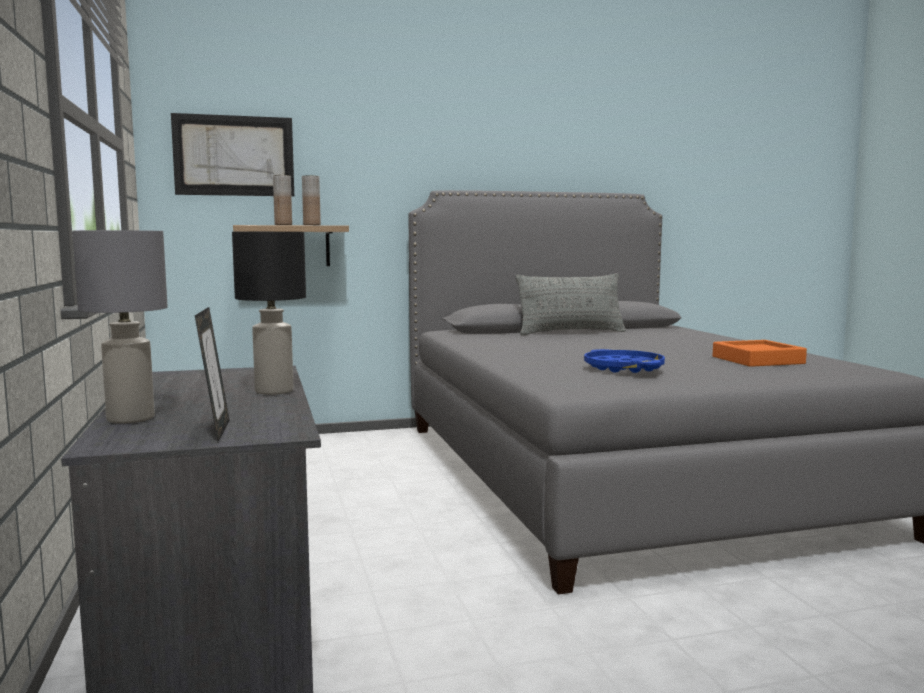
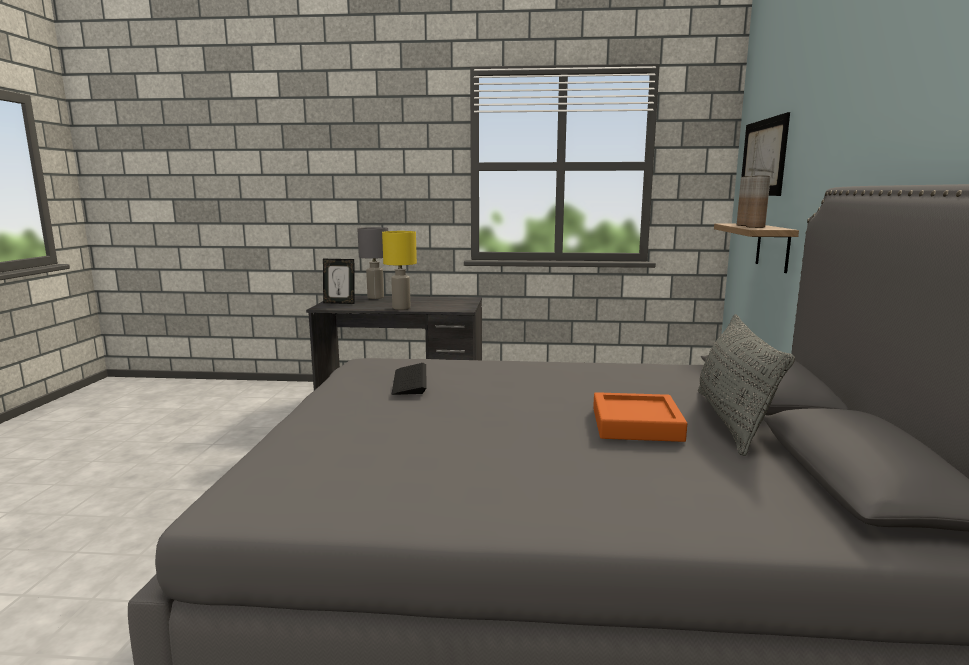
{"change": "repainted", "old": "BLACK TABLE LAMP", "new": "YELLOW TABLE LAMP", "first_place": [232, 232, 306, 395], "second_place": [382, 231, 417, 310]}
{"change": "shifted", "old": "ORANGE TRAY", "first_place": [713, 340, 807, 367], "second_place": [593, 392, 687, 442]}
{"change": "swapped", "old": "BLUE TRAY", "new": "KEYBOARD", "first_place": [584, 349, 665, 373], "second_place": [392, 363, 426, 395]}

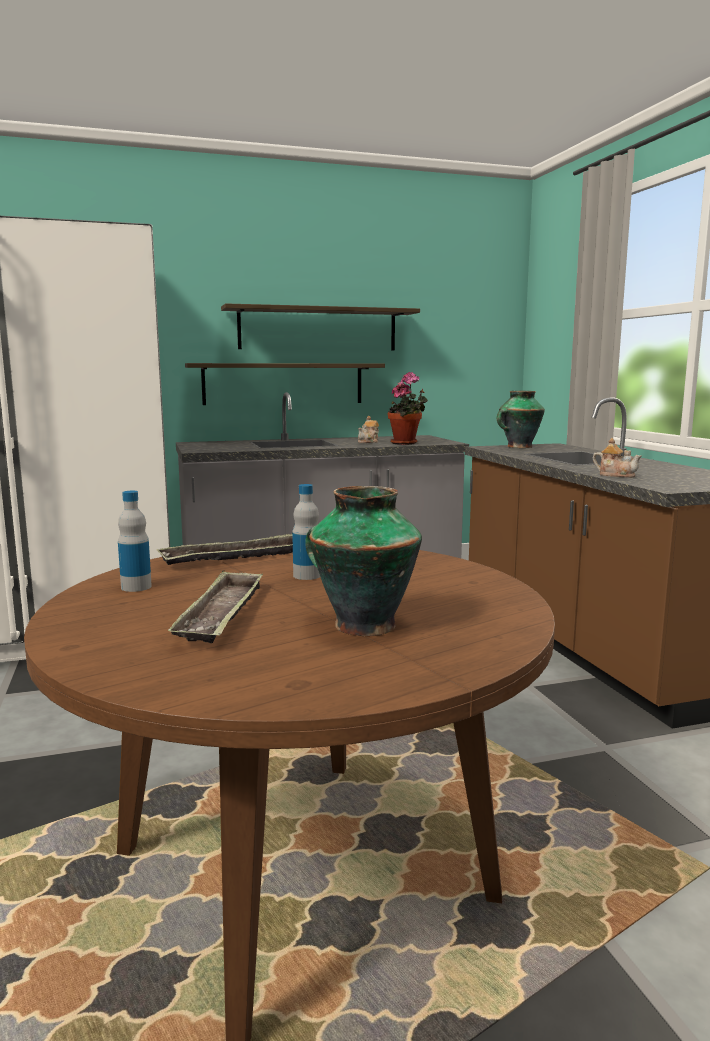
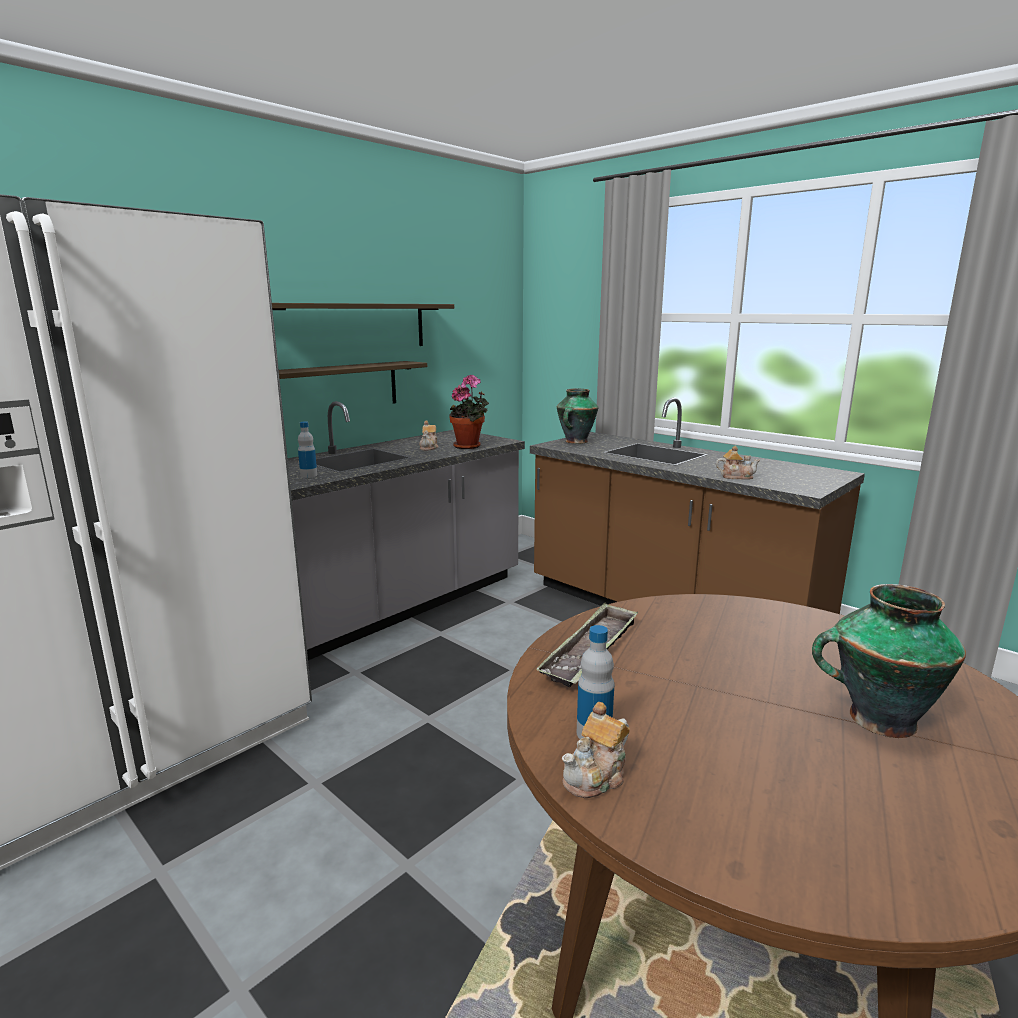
{"change": "shifted", "old": "BOTTLE", "first_place": [292, 484, 320, 580], "second_place": [298, 422, 317, 478]}
{"change": "gone", "old": "TRAY", "first_place": [167, 570, 263, 643]}
{"change": "new", "new": "TEAPOT", "second_place": [562, 702, 630, 798]}

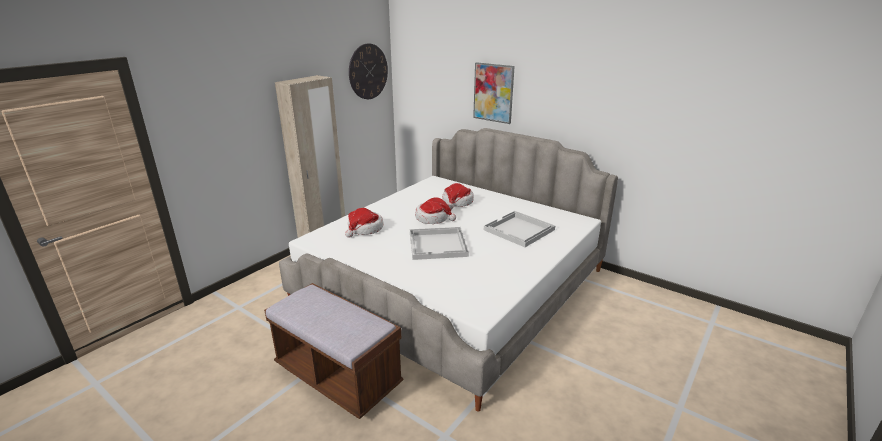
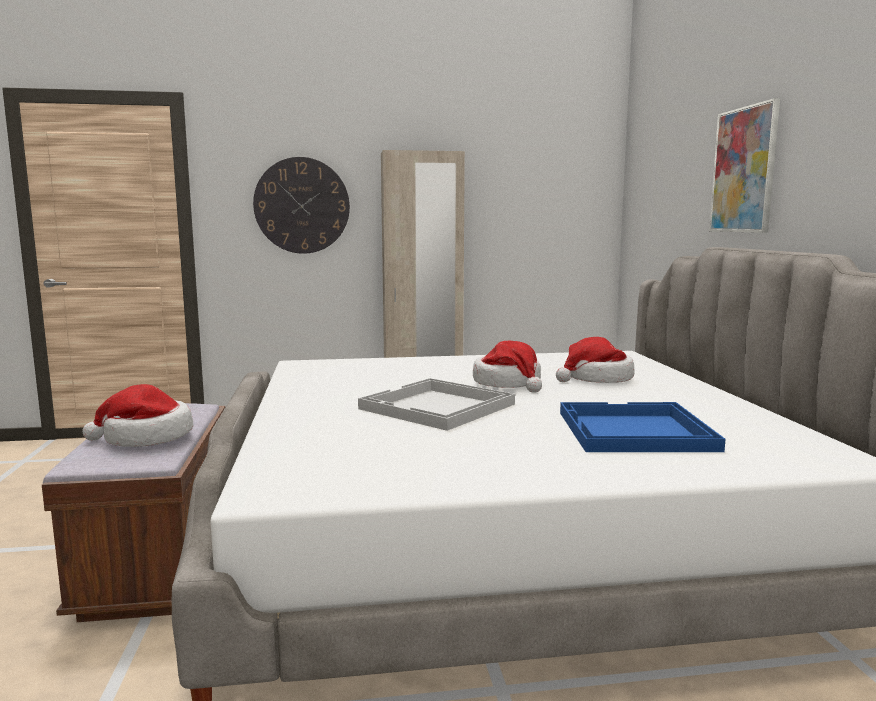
{"change": "shifted", "old": "WALL CLOCK", "first_place": [349, 44, 388, 99], "second_place": [253, 157, 350, 254]}
{"change": "shifted", "old": "HAT", "first_place": [345, 208, 383, 238], "second_place": [82, 384, 194, 447]}
{"change": "repainted", "old": "WHITE TRAY", "new": "BLUE TRAY", "first_place": [484, 211, 555, 247], "second_place": [560, 402, 726, 452]}

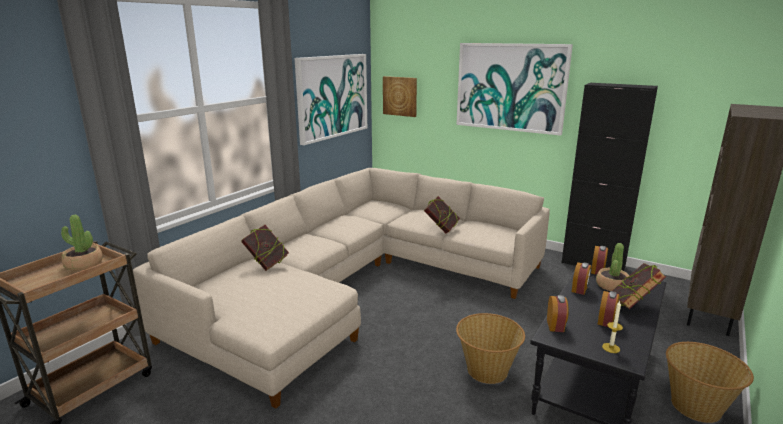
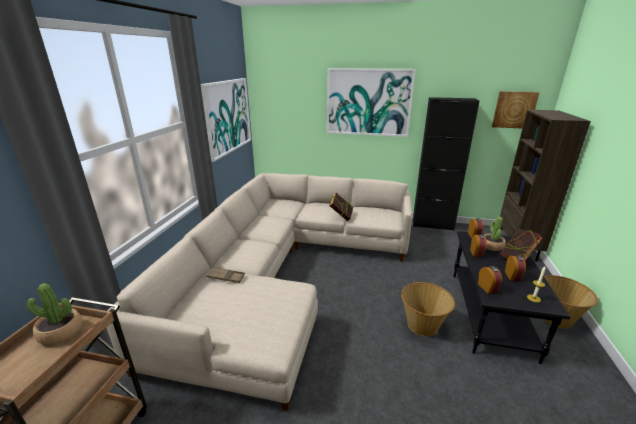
{"change": "shifted", "old": "PICTURE", "first_place": [383, 76, 417, 117], "second_place": [492, 91, 540, 128]}
{"change": "swapped", "old": "BOOK", "new": "BROWN TRAY", "first_place": [241, 225, 289, 271], "second_place": [206, 267, 245, 283]}

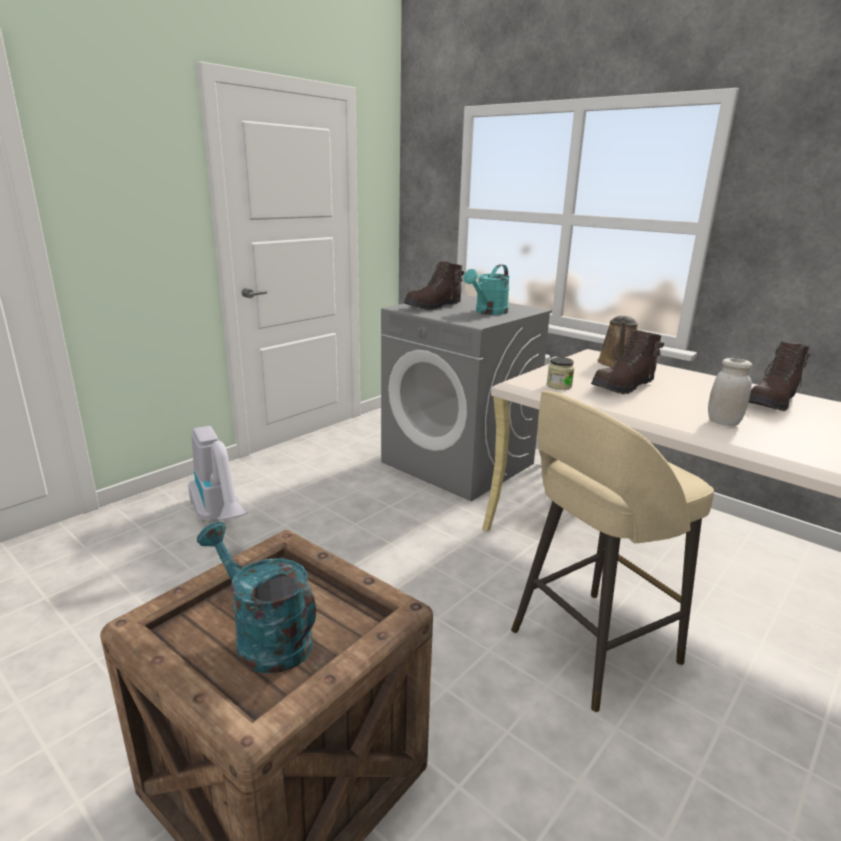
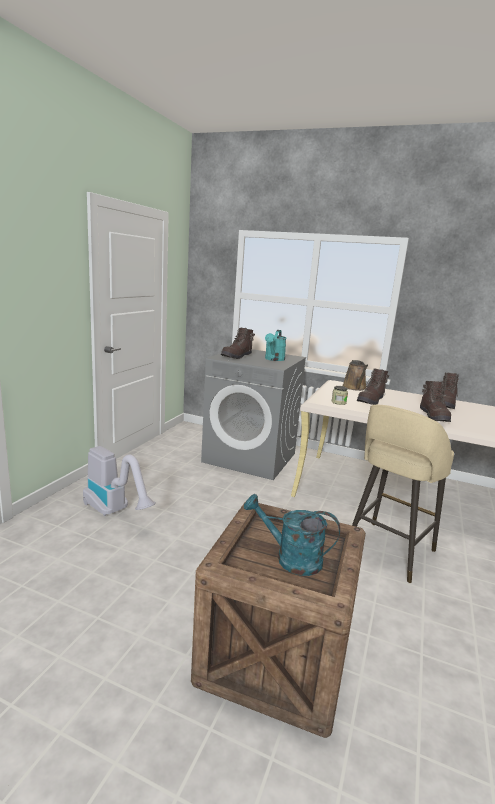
{"change": "swapped", "old": "WHITE JAR", "new": "BROWN BOOT", "first_place": [708, 358, 752, 426], "second_place": [420, 381, 451, 422]}

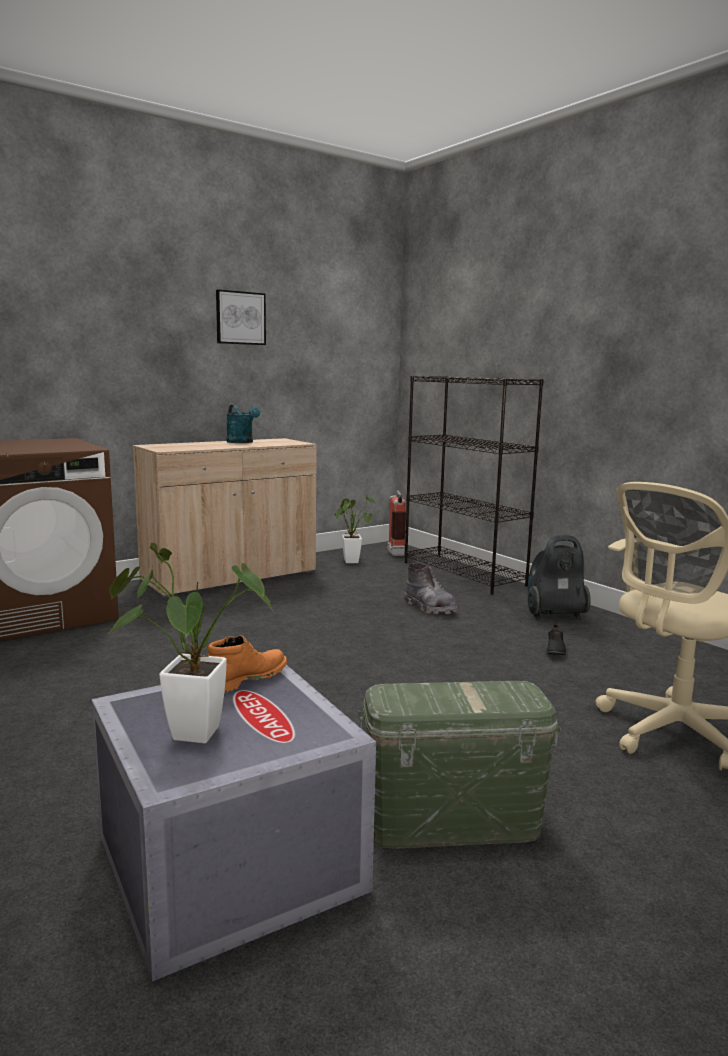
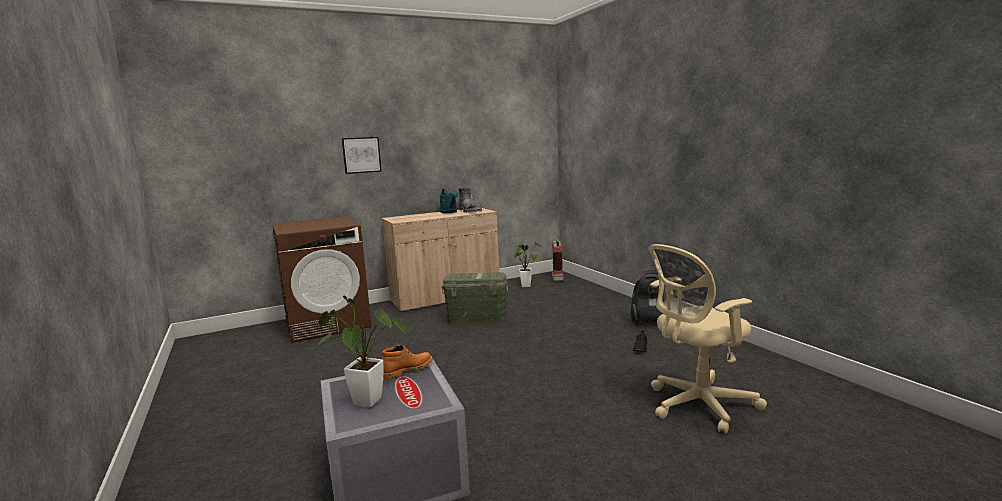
{"change": "shifted", "old": "PICTURE", "first_place": [216, 290, 266, 345], "second_place": [342, 137, 382, 174]}
{"change": "gone", "old": "BLACK BOOKCASE", "first_place": [404, 376, 544, 595]}
{"change": "shifted", "old": "GREY BOOT", "first_place": [404, 563, 457, 614], "second_place": [459, 188, 482, 213]}
{"change": "shifted", "old": "GREEN STORAGE BOX", "first_place": [358, 681, 561, 849], "second_place": [441, 272, 508, 325]}

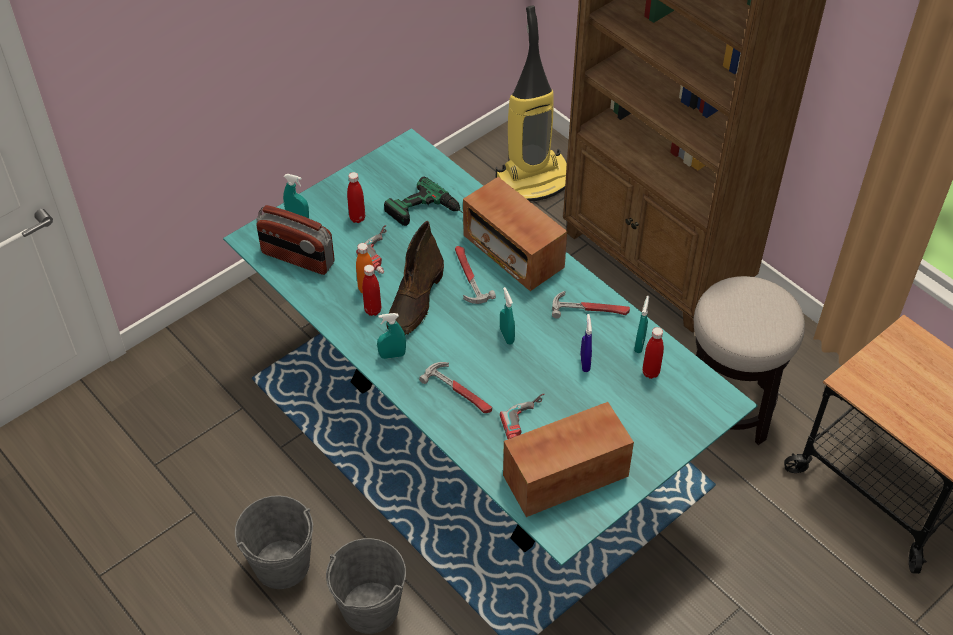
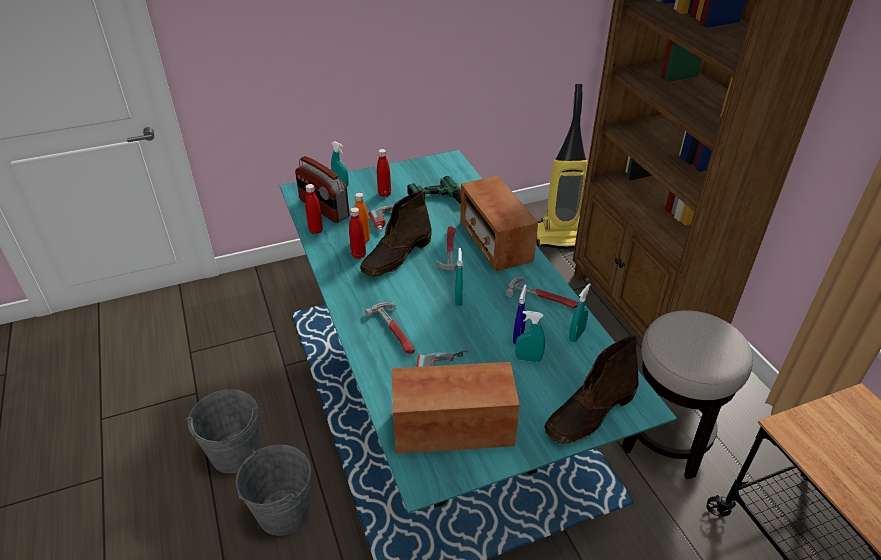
{"change": "shifted", "old": "TURQUOISE SPRAY BOTTLE", "first_place": [377, 313, 406, 359], "second_place": [515, 311, 545, 362]}
{"change": "shifted", "old": "RED BOTTLE", "first_place": [642, 327, 664, 379], "second_place": [305, 184, 323, 234]}
{"change": "new", "new": "BROWN BOOT", "second_place": [545, 335, 638, 444]}

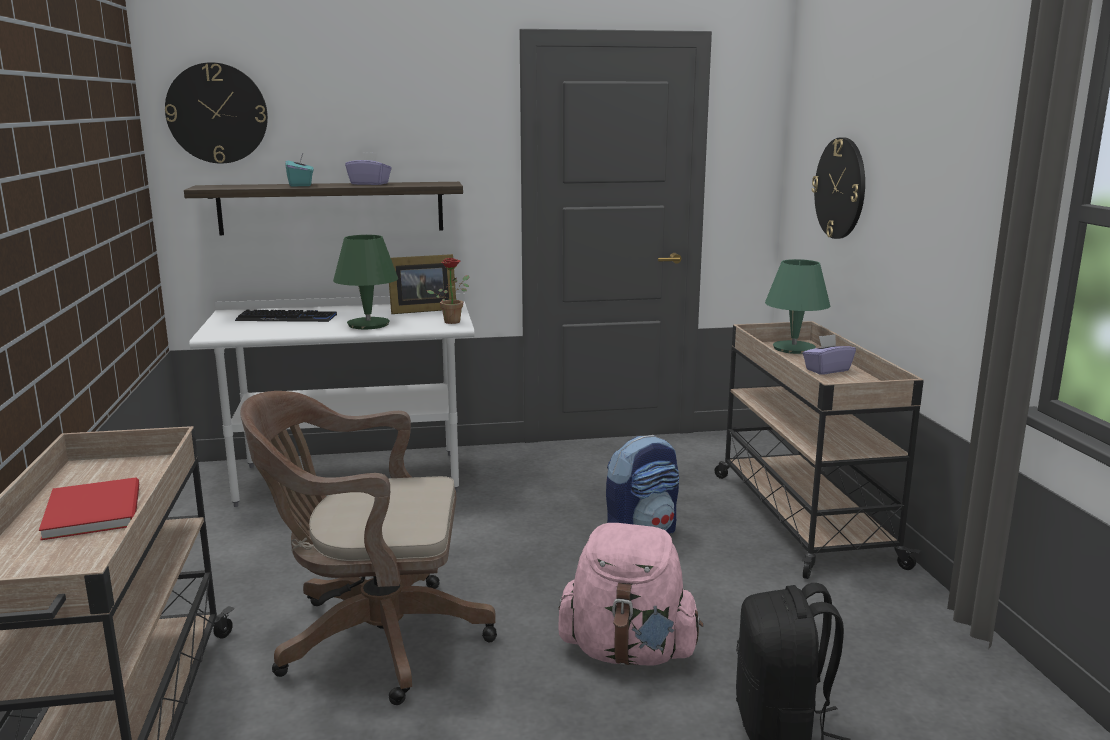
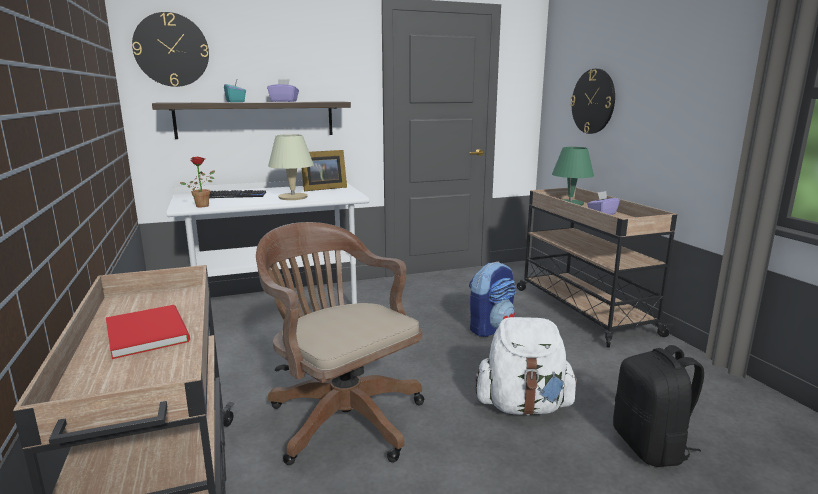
{"change": "repainted", "old": "GREEN TABLE LAMP", "new": "BEIGE TABLE LAMP", "first_place": [333, 235, 398, 329], "second_place": [268, 134, 314, 200]}
{"change": "shifted", "old": "POTTED PLANT", "first_place": [427, 258, 469, 324], "second_place": [180, 156, 215, 207]}
{"change": "rotated", "old": "BROWN OFFICE CHAIR", "first_place": [240, 391, 497, 705], "second_place": [256, 222, 424, 465], "degrees": 60}
{"change": "repainted", "old": "PINK BACKPACK", "new": "WHITE BACKPACK", "first_place": [558, 523, 703, 666], "second_place": [475, 317, 579, 416]}

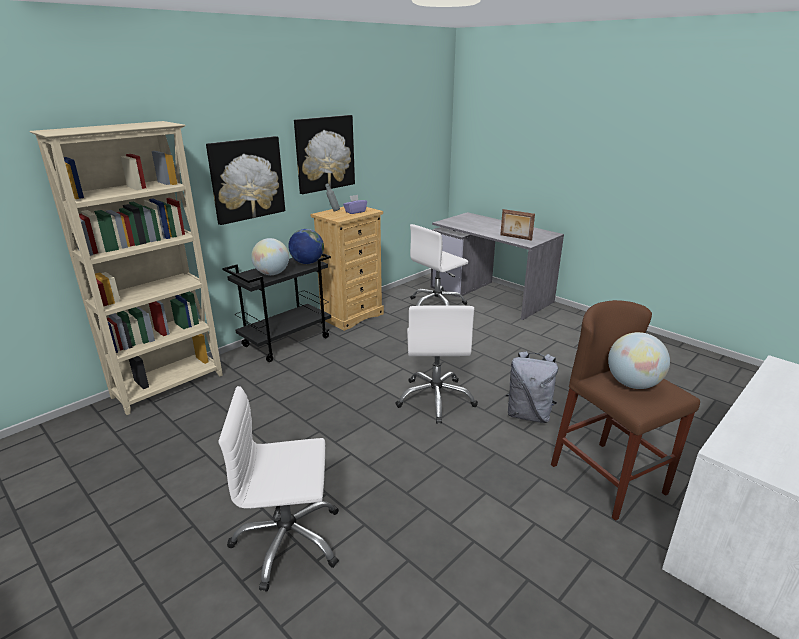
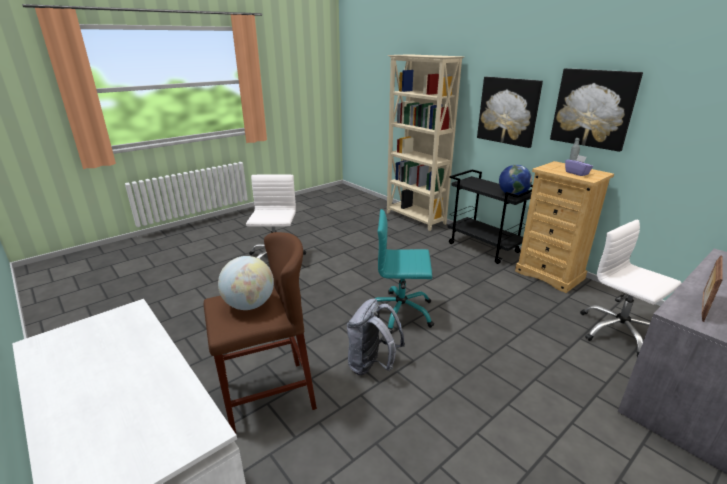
{"change": "gone", "old": "GLOBE", "first_place": [251, 238, 289, 275]}
{"change": "repainted", "old": "WHITE OFFICE CHAIR", "new": "TURQUOISE OFFICE CHAIR", "first_place": [395, 305, 478, 424], "second_place": [375, 209, 434, 334]}

